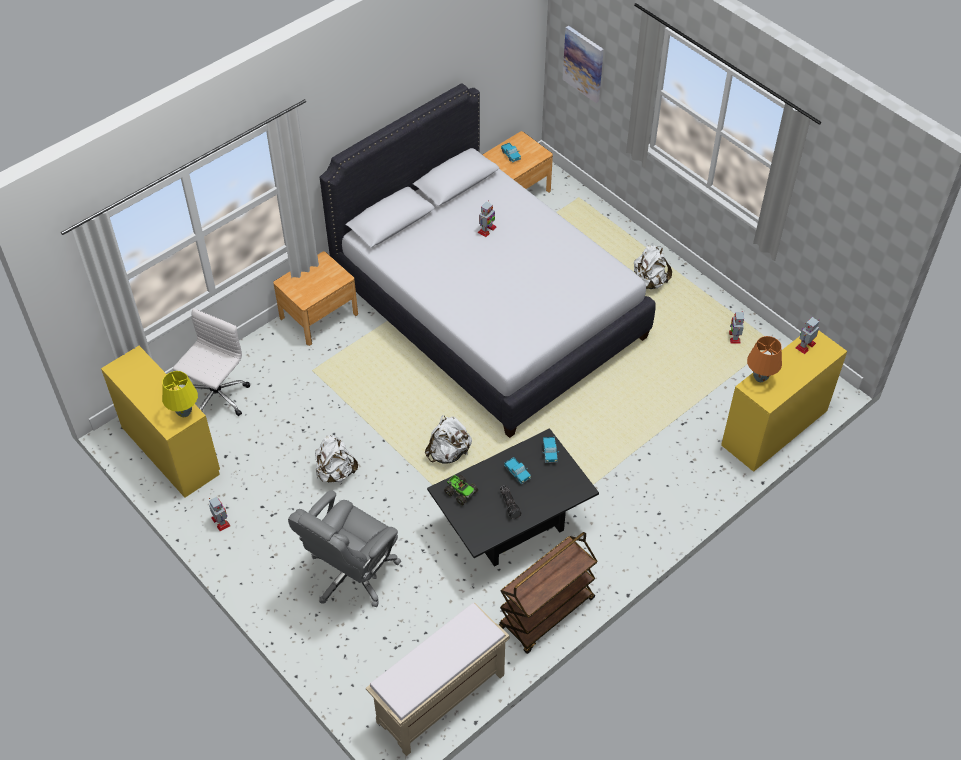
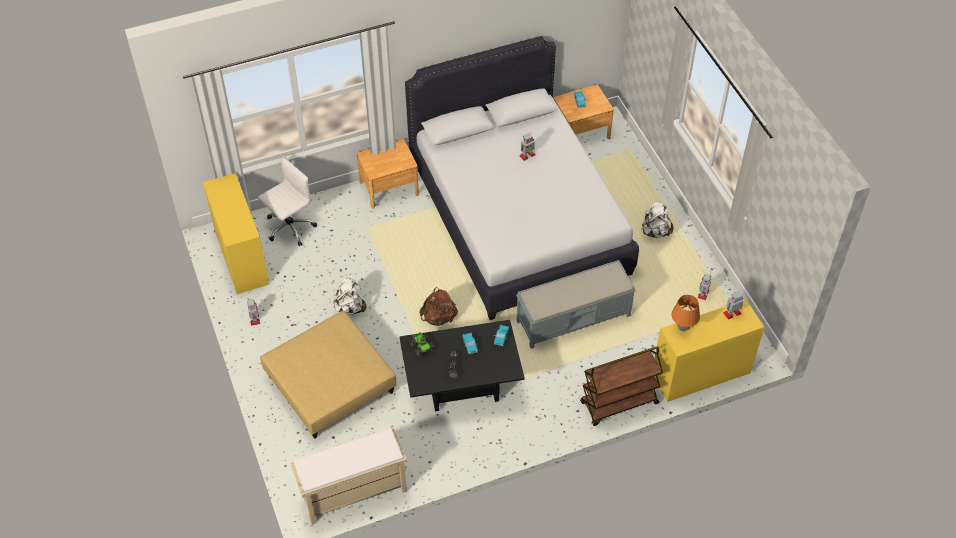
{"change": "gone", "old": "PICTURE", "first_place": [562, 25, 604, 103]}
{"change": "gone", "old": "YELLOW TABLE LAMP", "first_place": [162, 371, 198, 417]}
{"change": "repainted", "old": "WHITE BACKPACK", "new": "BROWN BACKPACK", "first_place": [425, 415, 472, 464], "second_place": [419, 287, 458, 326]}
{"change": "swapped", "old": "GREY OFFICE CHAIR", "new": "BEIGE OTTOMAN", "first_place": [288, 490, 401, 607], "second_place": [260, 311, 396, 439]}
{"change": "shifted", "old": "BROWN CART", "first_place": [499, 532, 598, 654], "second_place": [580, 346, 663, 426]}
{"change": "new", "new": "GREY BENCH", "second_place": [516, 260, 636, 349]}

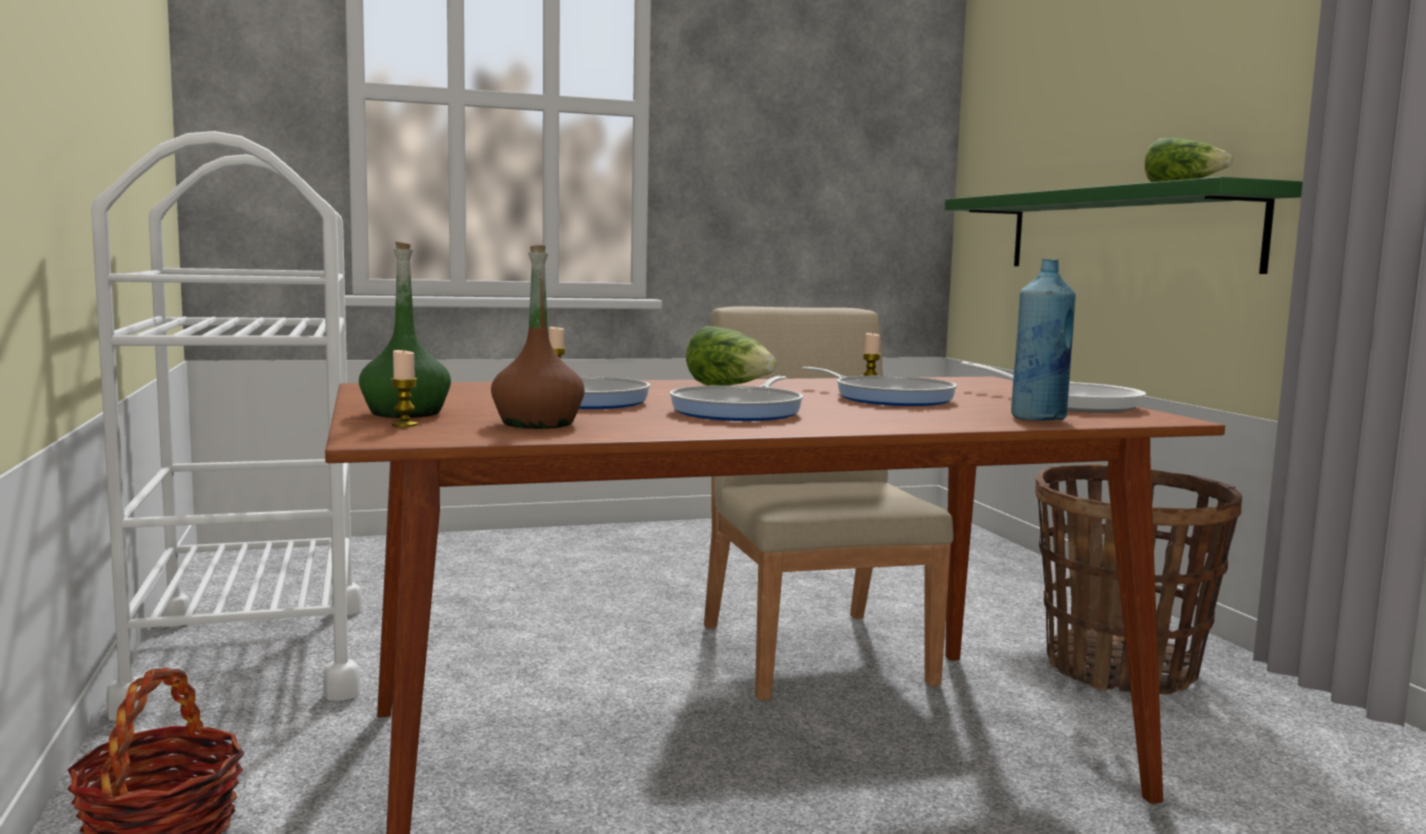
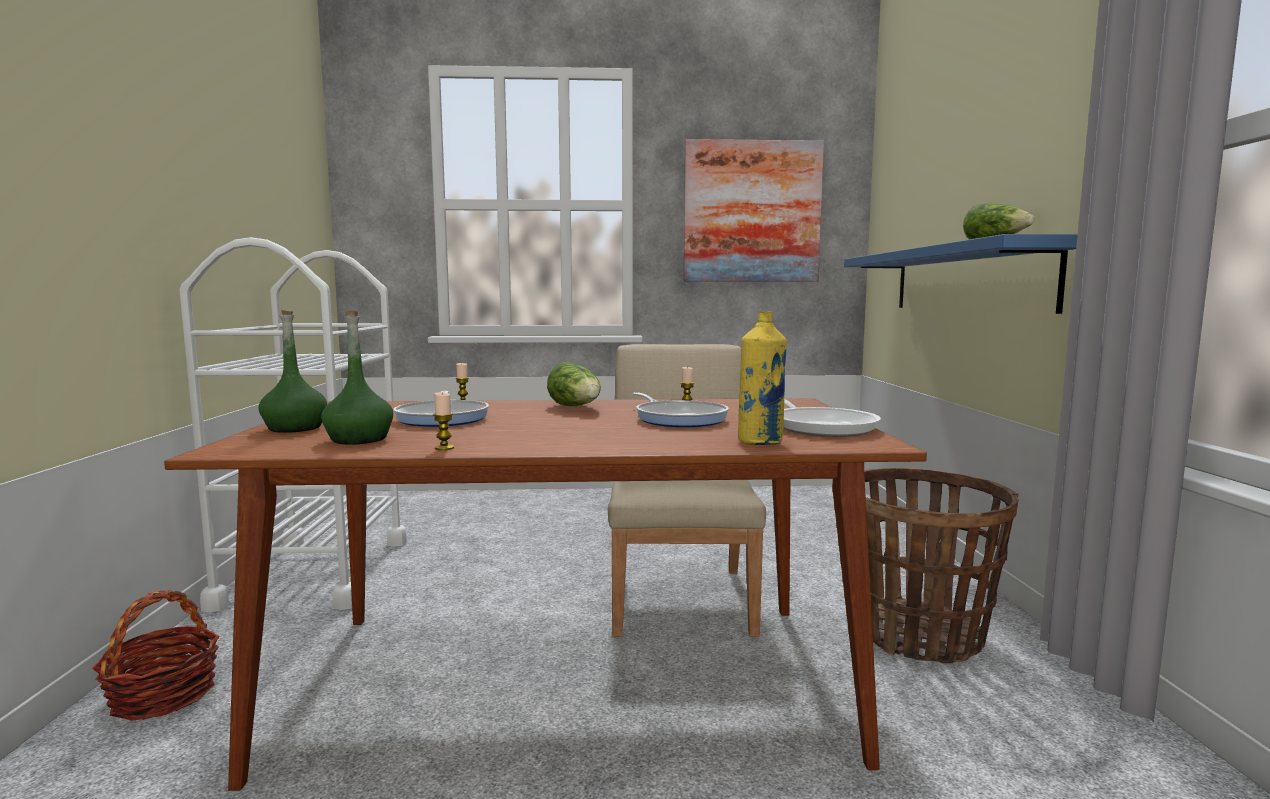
{"change": "repainted", "old": "GREEN SHELF", "new": "BLUE SHELF", "first_place": [945, 177, 1303, 274], "second_place": [844, 234, 1078, 314]}
{"change": "repainted", "old": "BROWN BOTTLE", "new": "GREEN BOTTLE", "first_place": [491, 245, 585, 429], "second_place": [321, 311, 393, 445]}
{"change": "repainted", "old": "BLUE BOTTLE", "new": "YELLOW BOTTLE", "first_place": [1011, 259, 1076, 421], "second_place": [738, 311, 787, 445]}
{"change": "shifted", "old": "CANDLE", "first_place": [391, 349, 418, 427], "second_place": [433, 392, 454, 450]}
{"change": "gone", "old": "FRYING PAN", "first_place": [670, 376, 803, 421]}
{"change": "new", "new": "PICTURE", "second_place": [684, 139, 824, 282]}

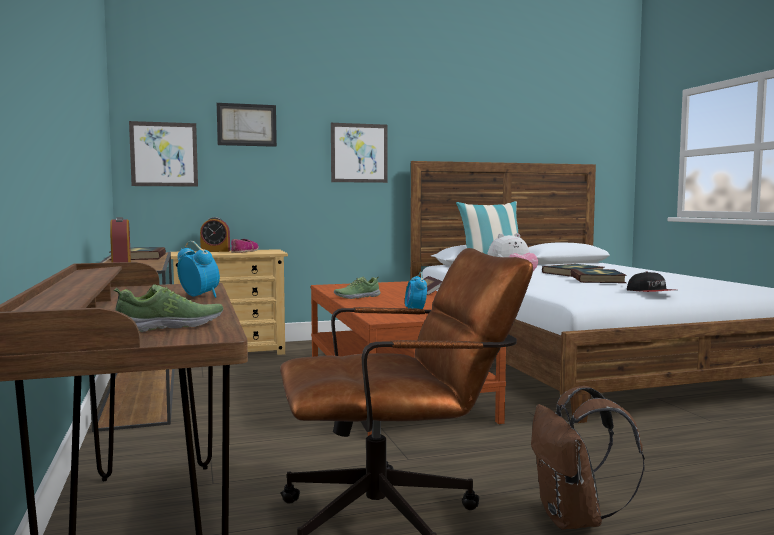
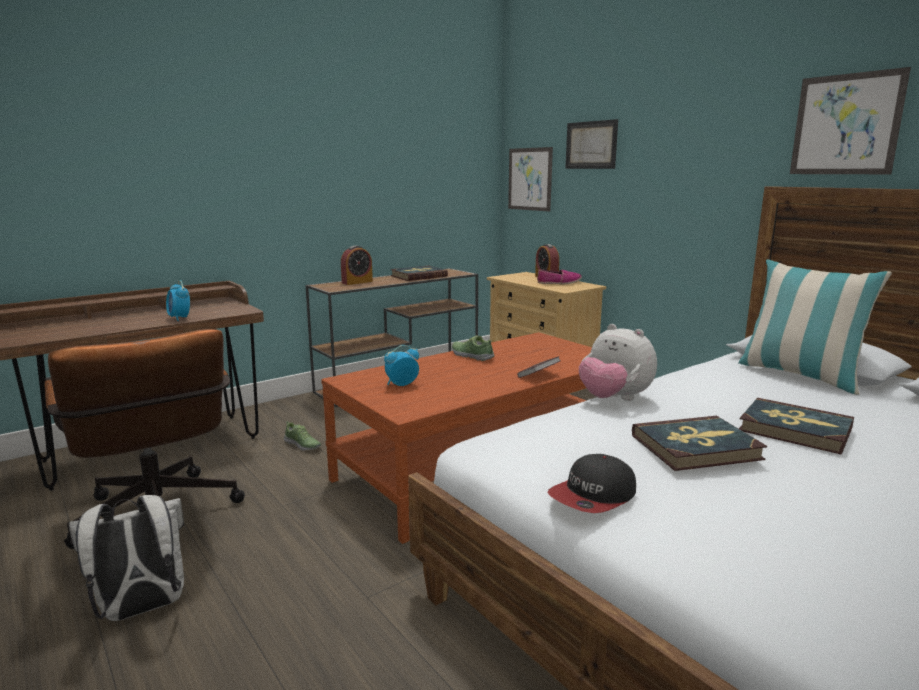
{"change": "shifted", "old": "PICTURE", "first_place": [331, 123, 387, 183], "second_place": [790, 67, 911, 174]}
{"change": "rotated", "old": "ALARM CLOCK", "first_place": [177, 241, 220, 298], "second_place": [166, 280, 190, 321], "degrees": 120}
{"change": "shifted", "old": "SHOE", "first_place": [114, 284, 223, 332], "second_place": [284, 421, 321, 451]}
{"change": "repainted", "old": "BROWN BACKPACK", "new": "WHITE BACKPACK", "first_place": [531, 386, 645, 529], "second_place": [69, 495, 184, 621]}

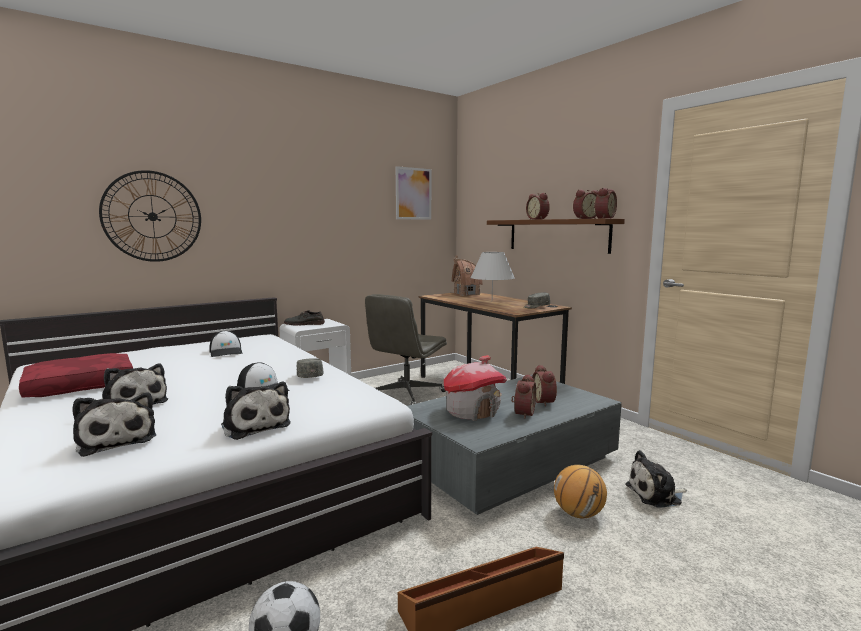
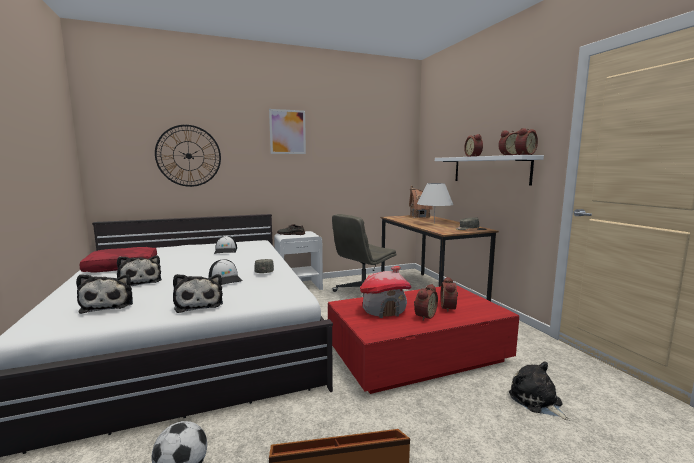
{"change": "shifted", "old": "PICTURE", "first_place": [396, 166, 431, 220], "second_place": [269, 109, 306, 154]}
{"change": "repainted", "old": "BROWN SHELF", "new": "WHITE SHELF", "first_place": [487, 219, 625, 254], "second_place": [435, 155, 544, 186]}
{"change": "repainted", "old": "GREY COFFEE TABLE", "new": "RED COFFEE TABLE", "first_place": [407, 374, 622, 515], "second_place": [328, 285, 519, 394]}
{"change": "rotated", "old": "PLUSH TOY", "first_place": [625, 450, 687, 508], "second_place": [509, 361, 571, 421], "degrees": 60}
{"change": "gone", "old": "BASKETBALL", "first_place": [554, 465, 607, 518]}

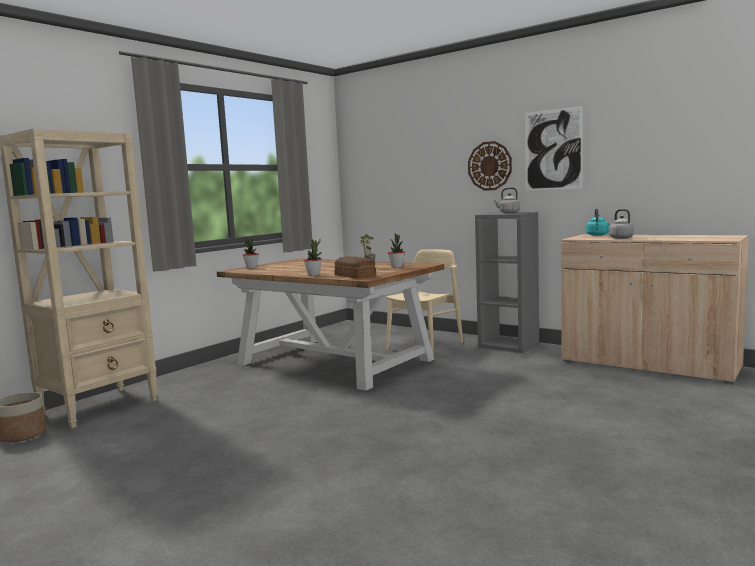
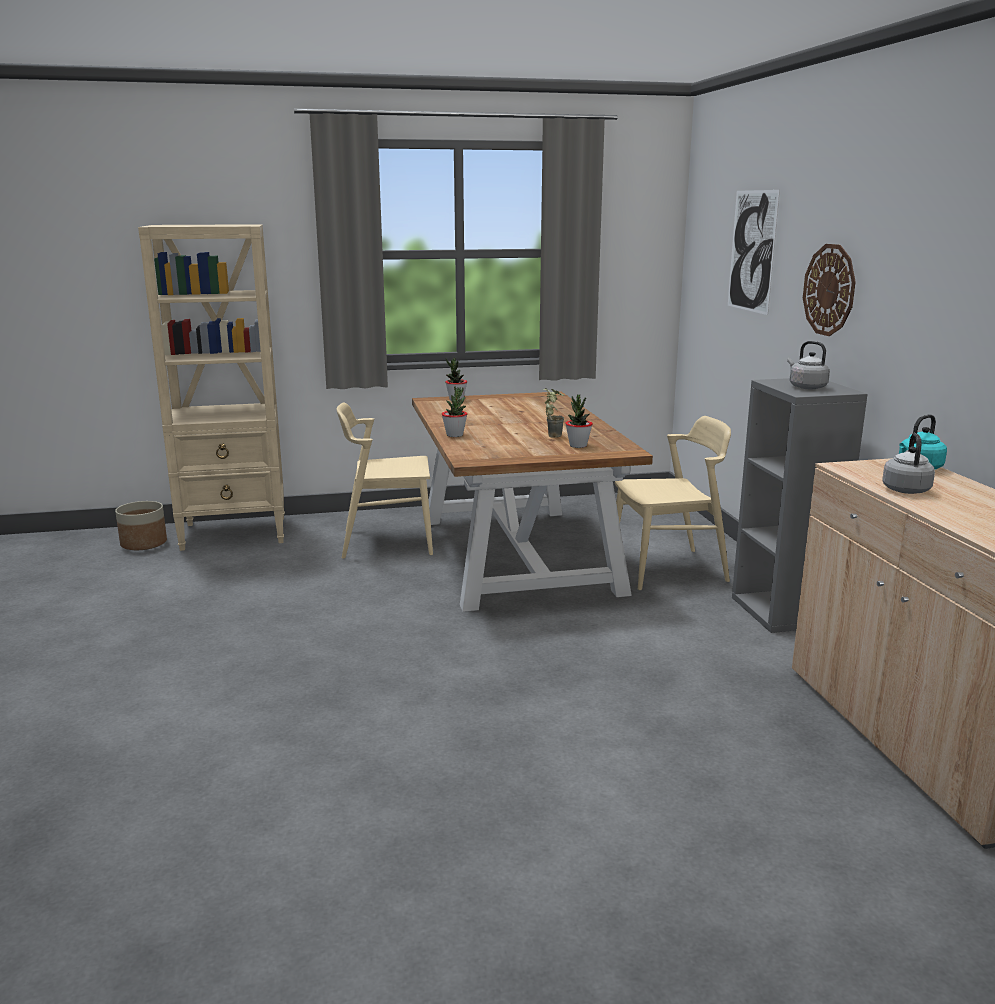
{"change": "shifted", "old": "PICTURE", "first_place": [525, 106, 583, 191], "second_place": [728, 190, 780, 315]}
{"change": "gone", "old": "BREAD", "first_place": [334, 256, 376, 279]}
{"change": "new", "new": "BEIGE CHAIR", "second_place": [337, 402, 433, 559]}

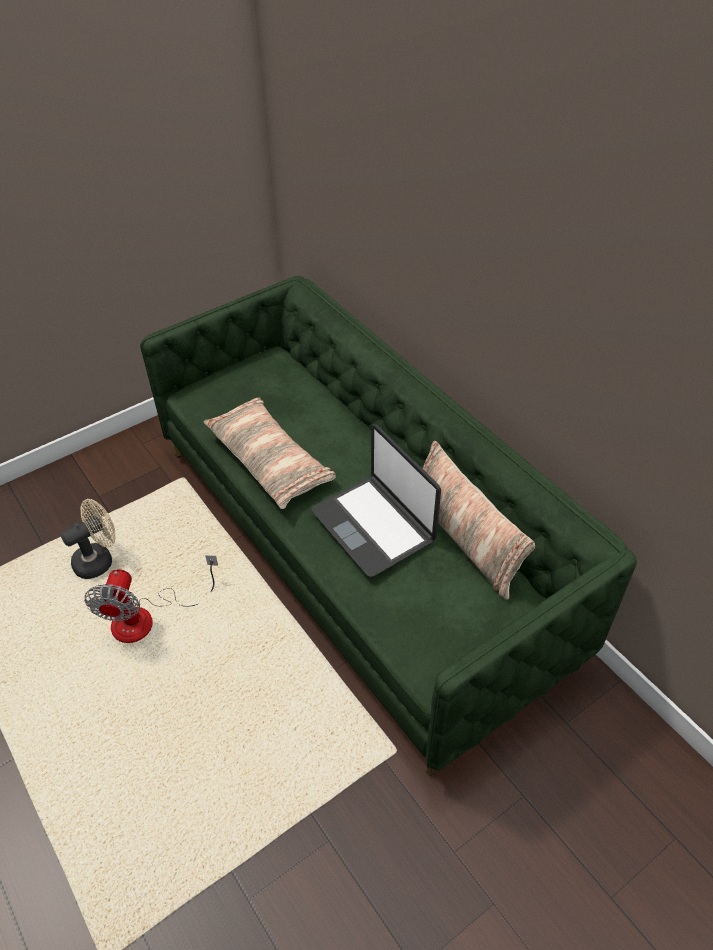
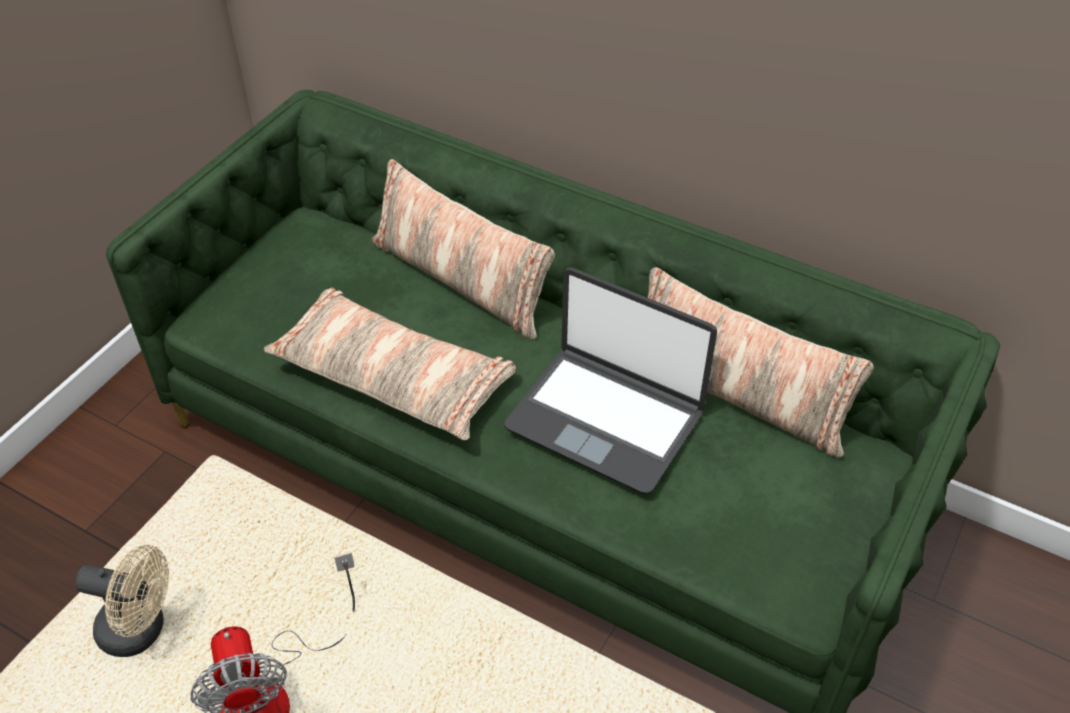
{"change": "rotated", "old": "BEIGE FAN", "first_place": [61, 499, 115, 579], "second_place": [75, 545, 169, 657], "degrees": 75}
{"change": "new", "new": "PILLOW", "second_place": [372, 159, 555, 340]}

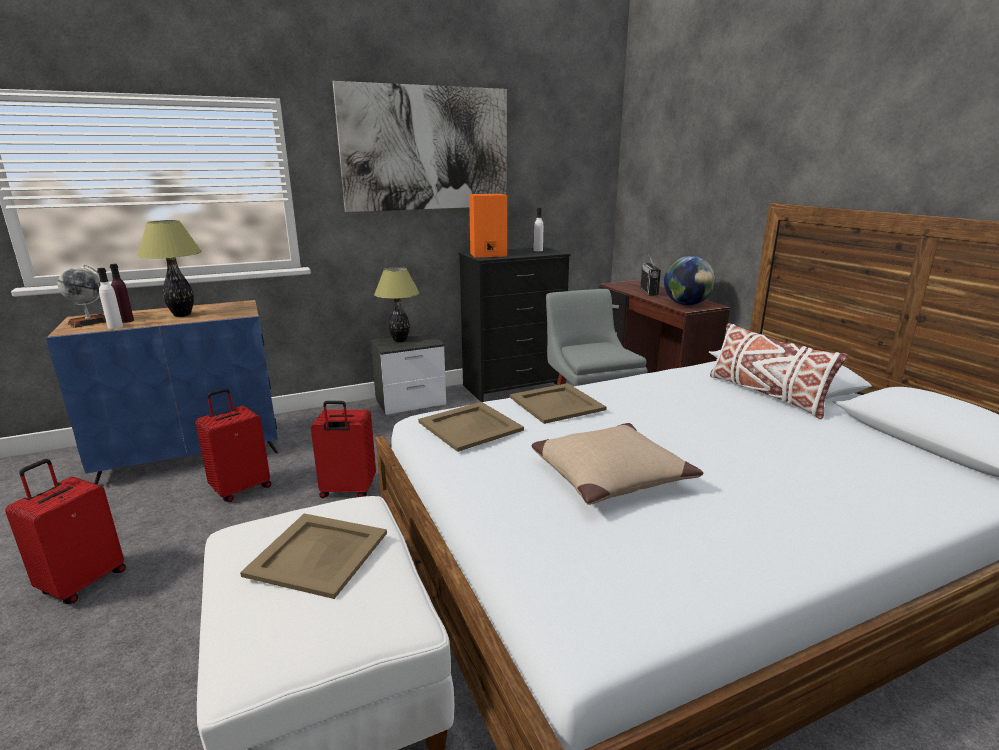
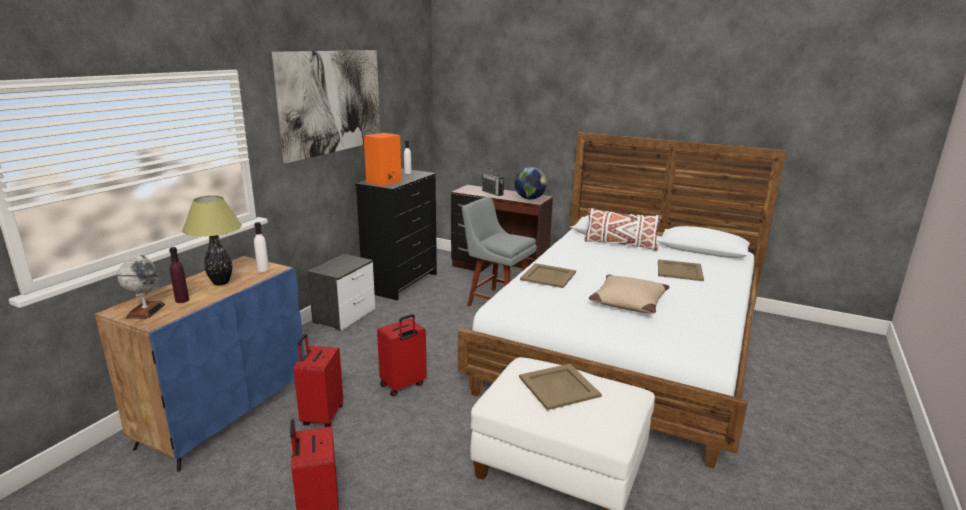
{"change": "gone", "old": "TABLE LAMP", "first_place": [374, 267, 419, 342]}
{"change": "shifted", "old": "WHITE BOTTLE", "first_place": [97, 268, 123, 329], "second_place": [254, 222, 269, 272]}
{"change": "shifted", "old": "BEIGE TRAY", "first_place": [418, 402, 524, 452], "second_place": [658, 259, 704, 281]}

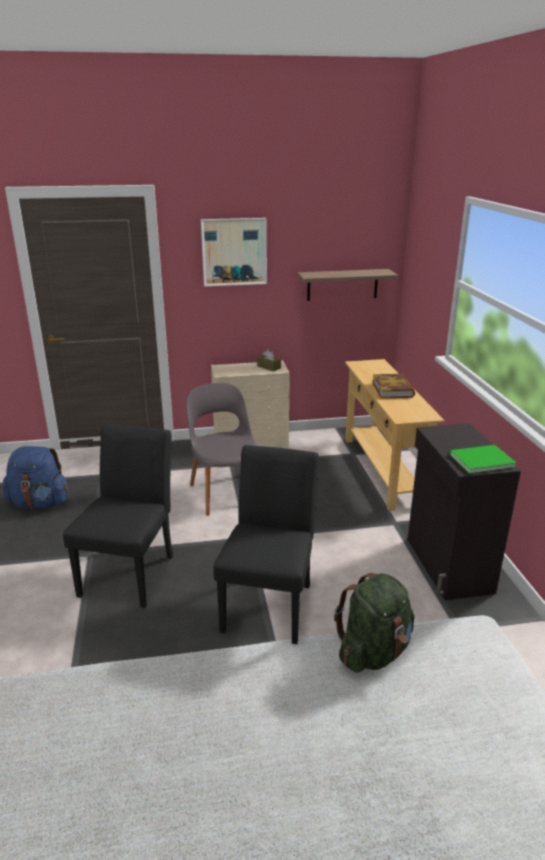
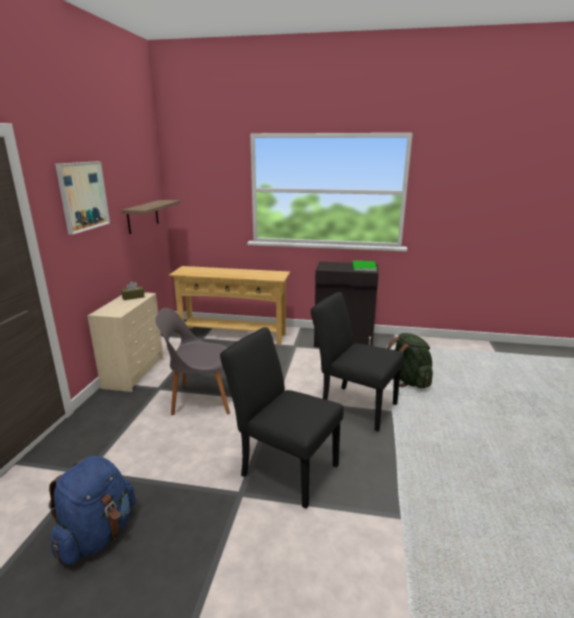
{"change": "gone", "old": "BOOK", "first_place": [372, 374, 415, 399]}

